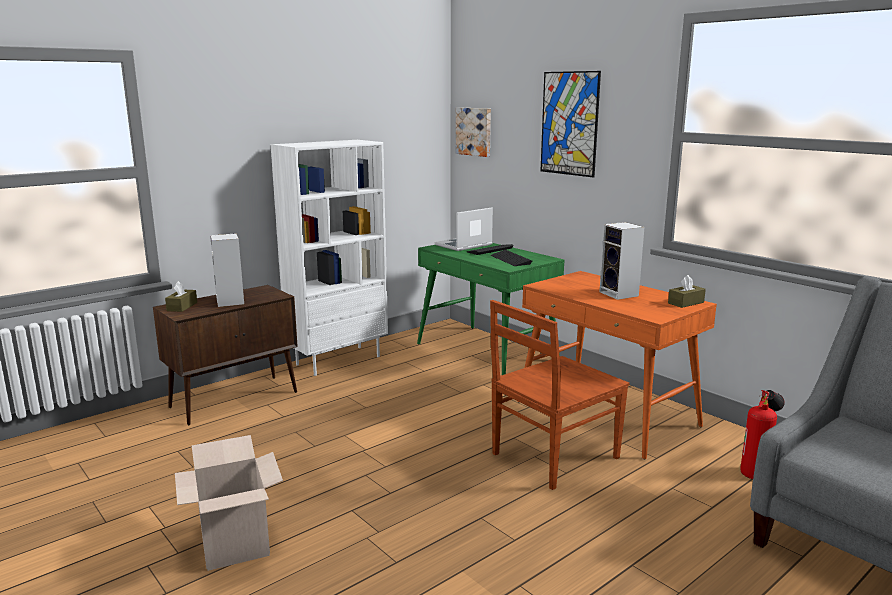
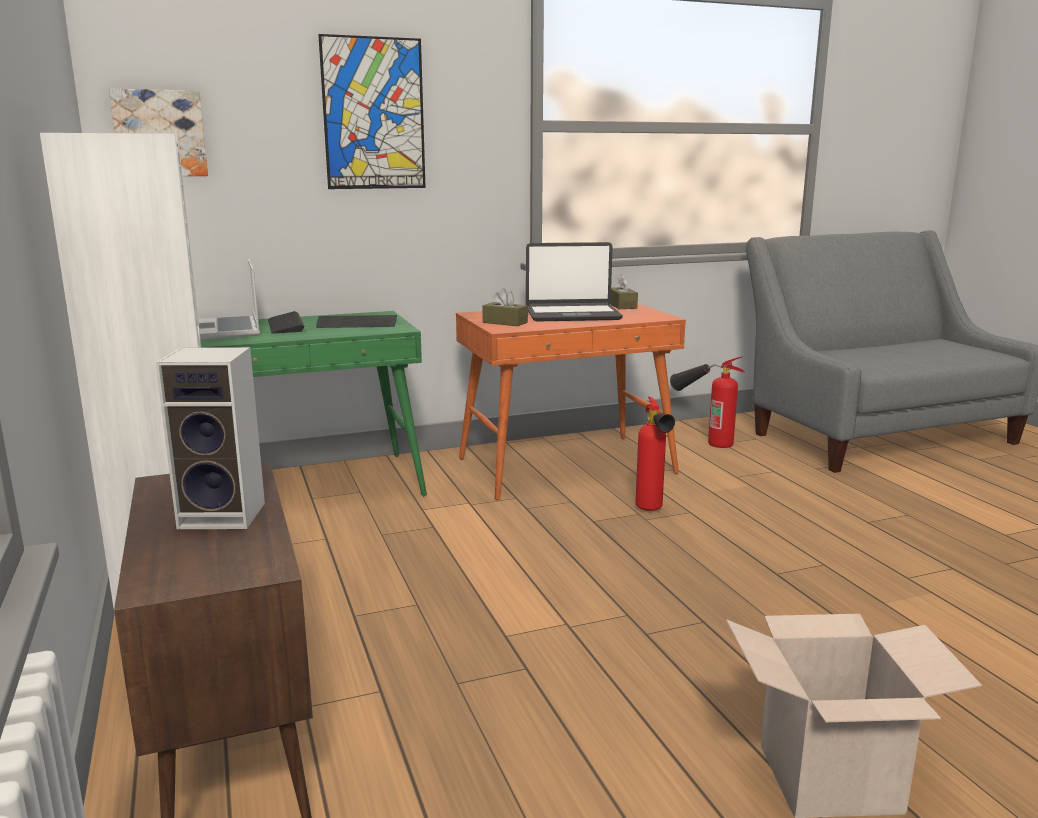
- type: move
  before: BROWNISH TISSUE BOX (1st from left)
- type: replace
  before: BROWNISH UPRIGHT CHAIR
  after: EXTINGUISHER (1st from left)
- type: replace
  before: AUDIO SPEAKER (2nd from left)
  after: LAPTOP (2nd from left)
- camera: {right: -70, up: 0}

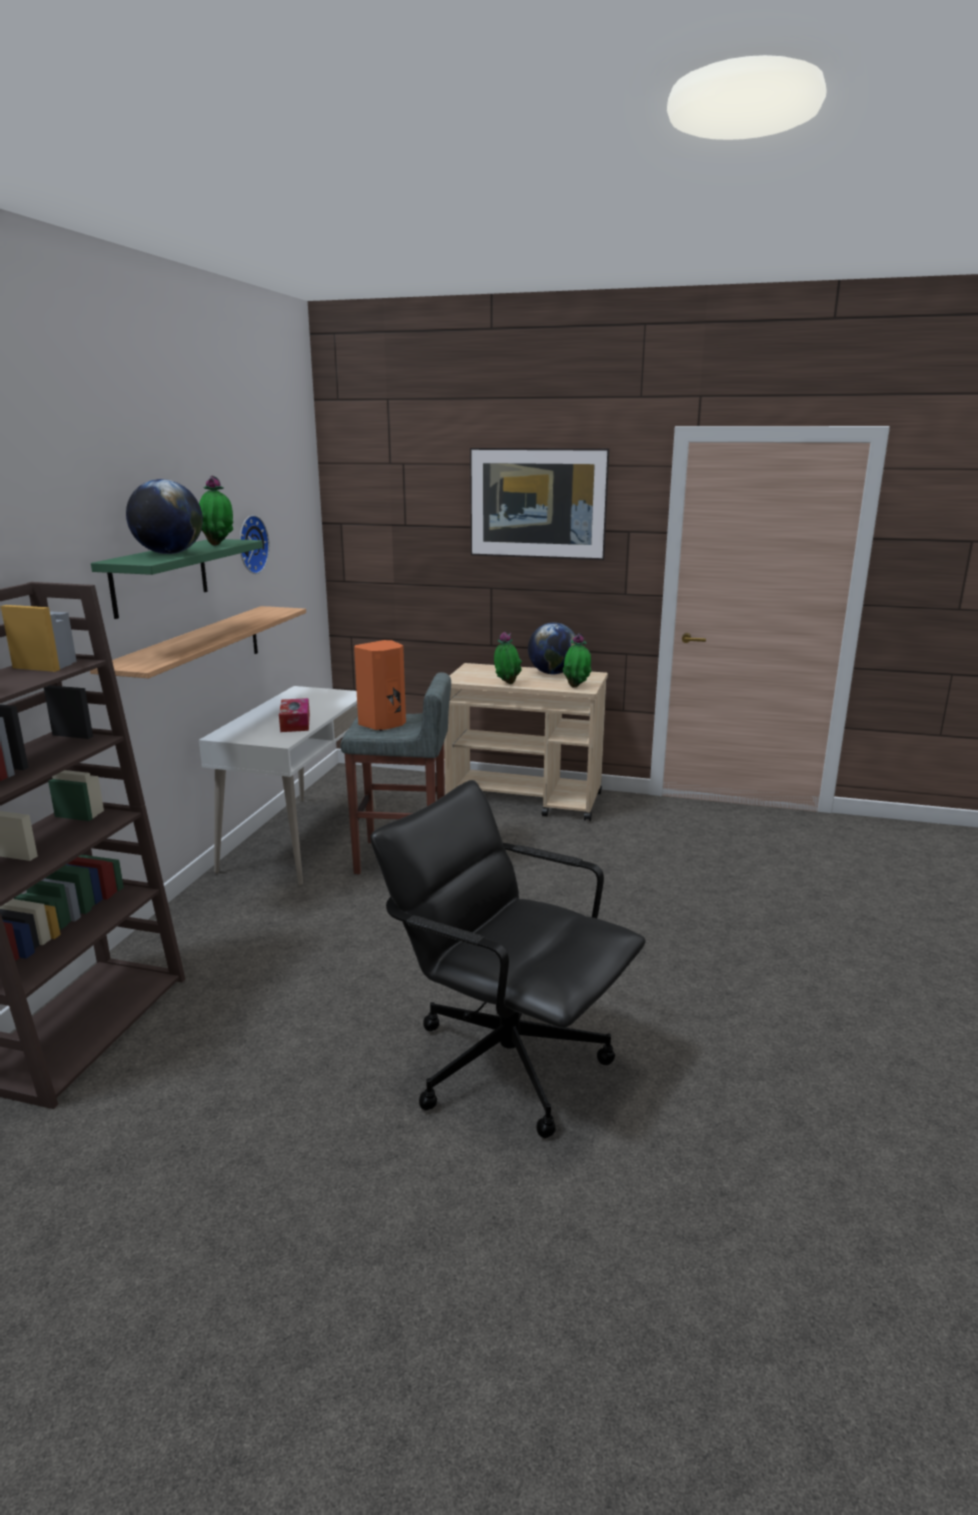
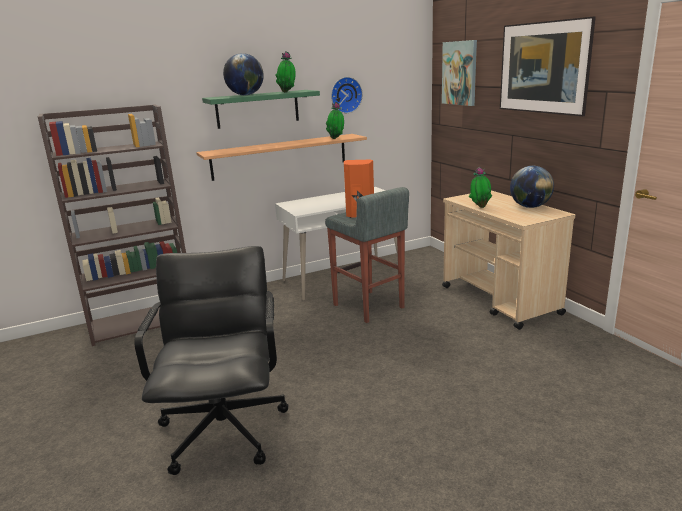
- type: delete
  before: TISSUE BOX
- type: insert
  after: PICTURE (1st from left)
- type: move
  before: HOUSEPLANT (3rd from left in the first image)
  after: HOUSEPLANT (2nd from left)
- camera: {right: 50, up: 0}

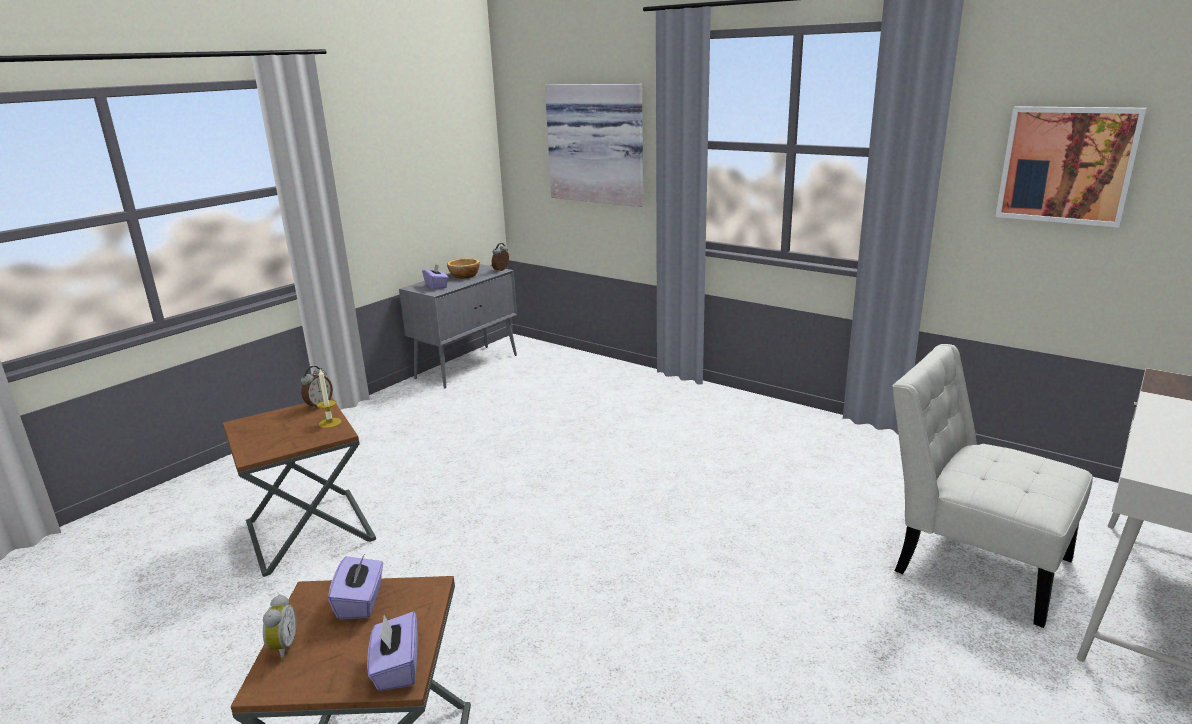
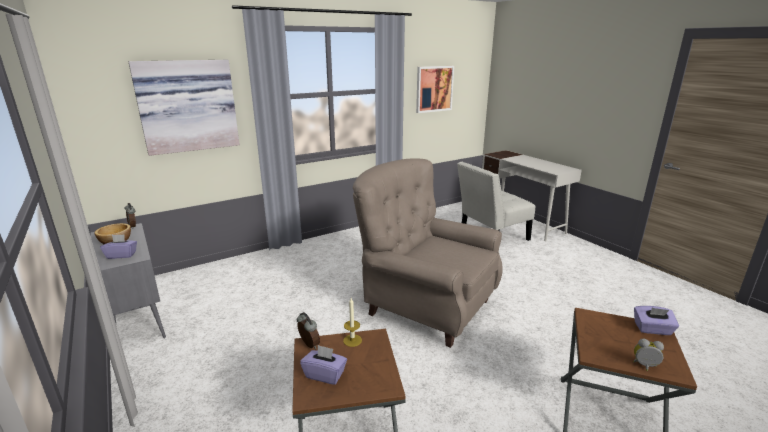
- type: insert
  after: BEIGE-COLOURED EASY CHAIR
- type: move
  before: PURPLE TISSUE BOX (1st from left in the first image)
  after: PURPLE TISSUE BOX (2nd from left)
- camera: {right: -70, up: 0}

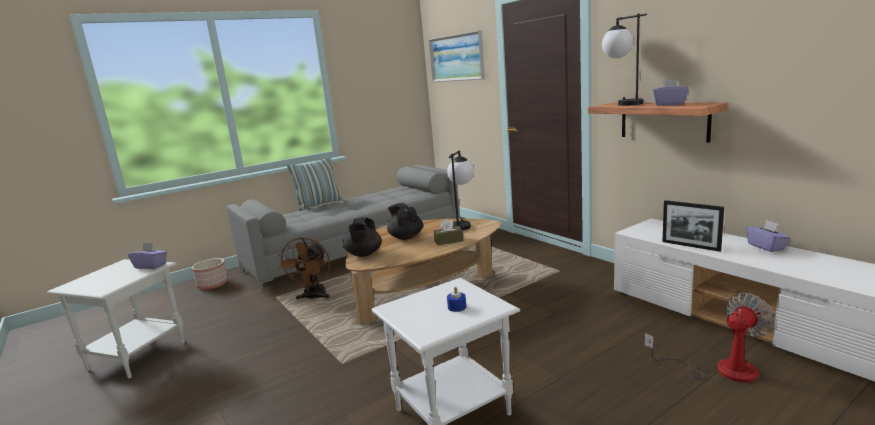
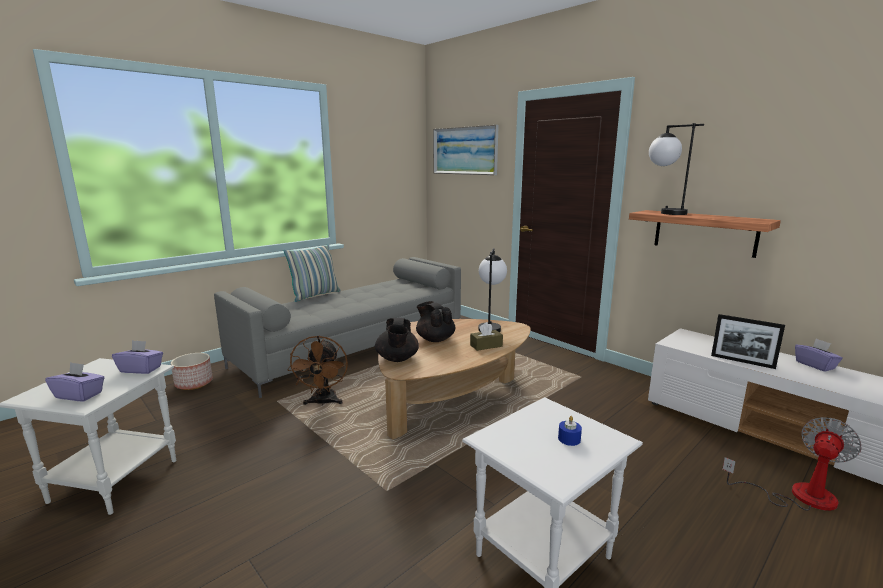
- type: move
  before: PURPLE TISSUE BOX (2nd from left in the first image)
  after: PURPLE TISSUE BOX (1st from left)
- camera: {right: -10, up: 0}

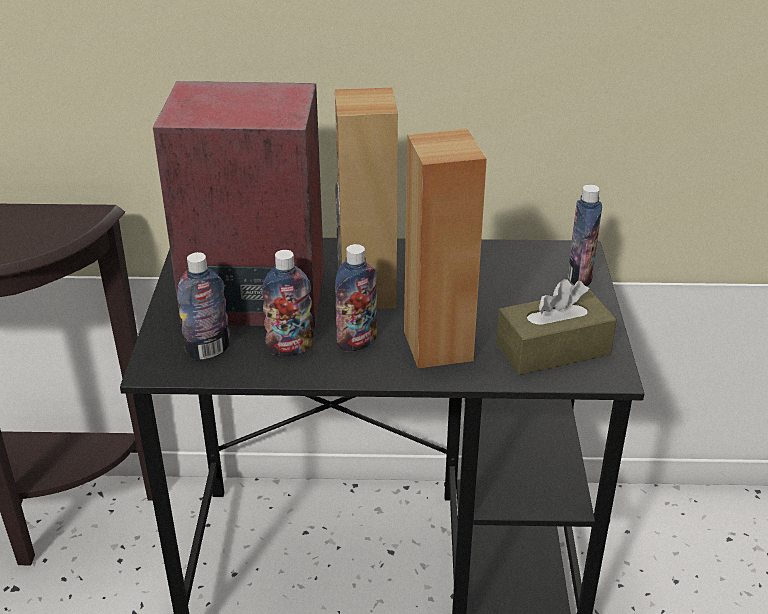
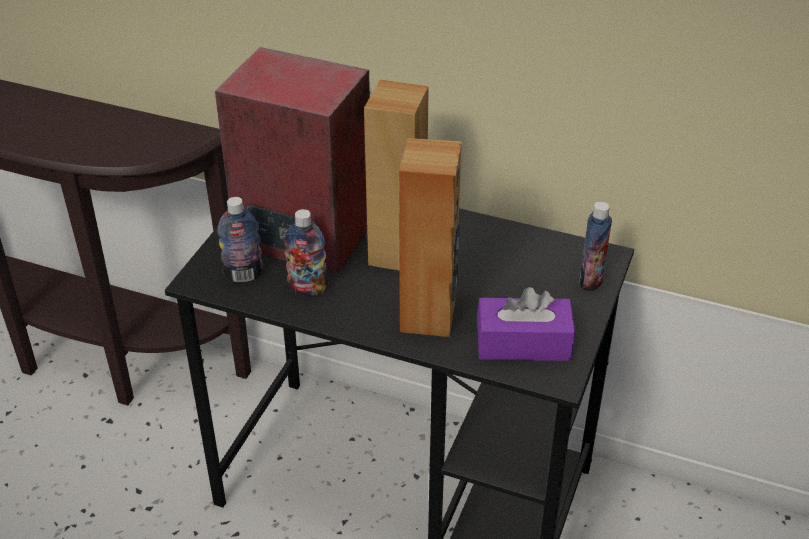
- type: delete
  before: BEVERAGE BOTTLE (3rd from left)
- type: recolor
  before: BROWNISH TISSUE BOX
  after: PURPLE TISSUE BOX
- camera: {right: 20, up: 5}

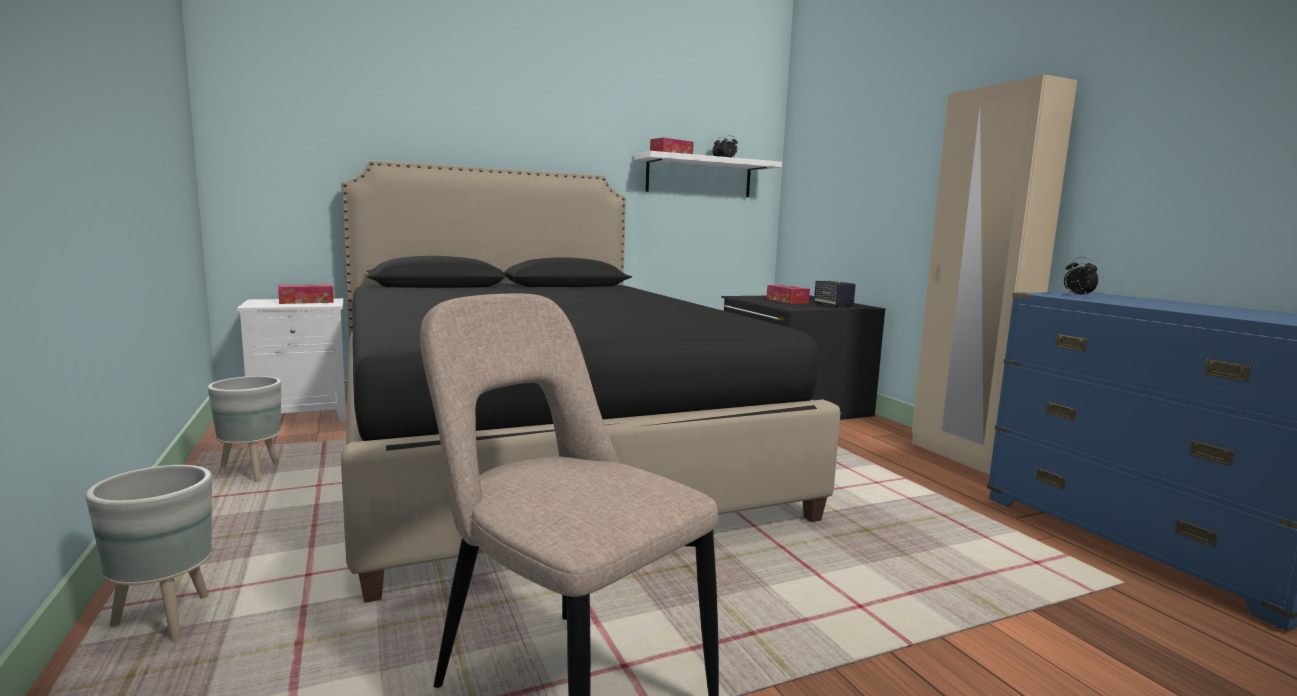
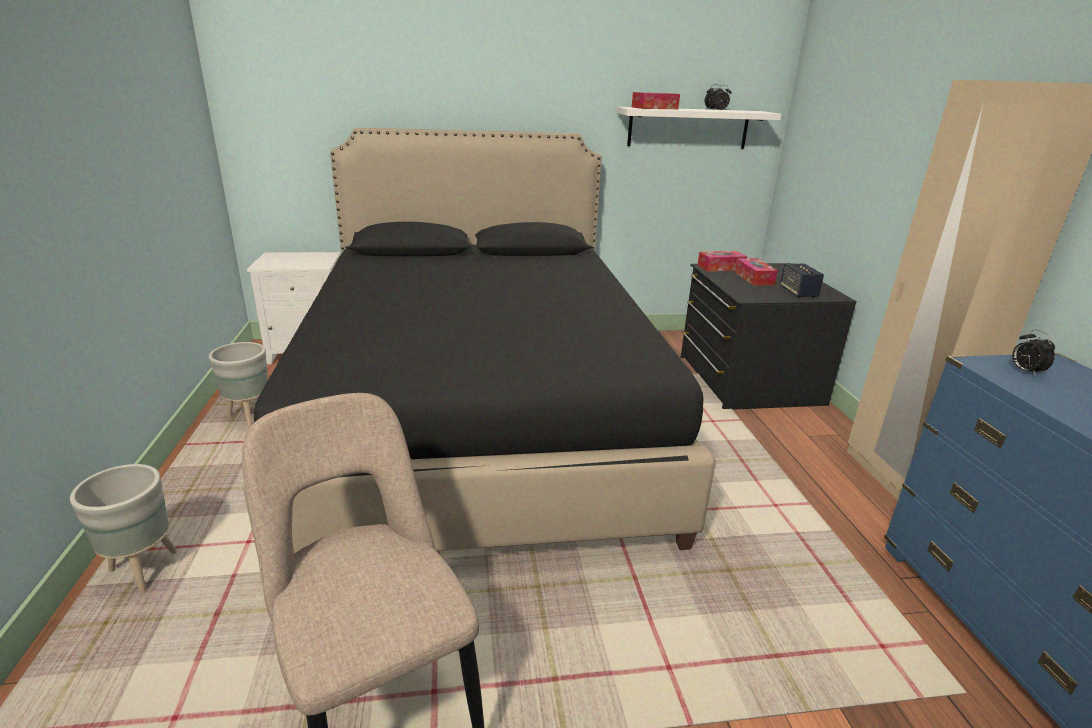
- type: move
  before: TISSUE BOX (1st from left in the first image)
  after: TISSUE BOX (2nd from left)
- camera: {right: 15, up: 15}

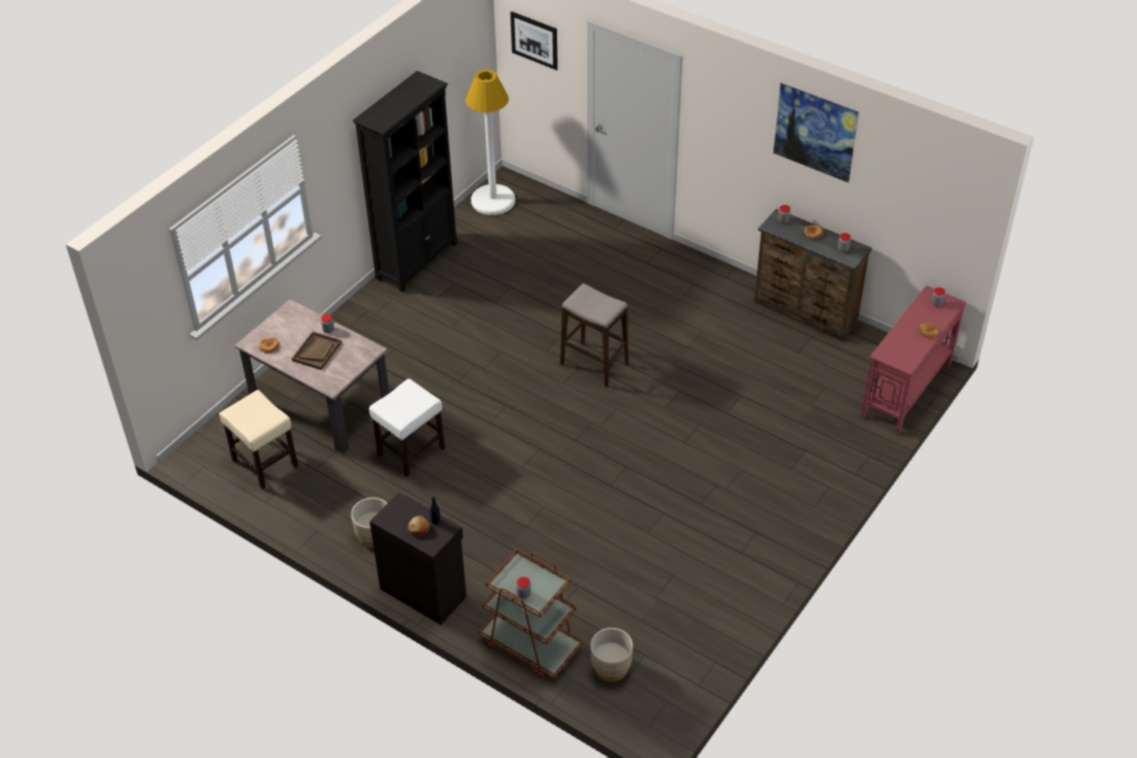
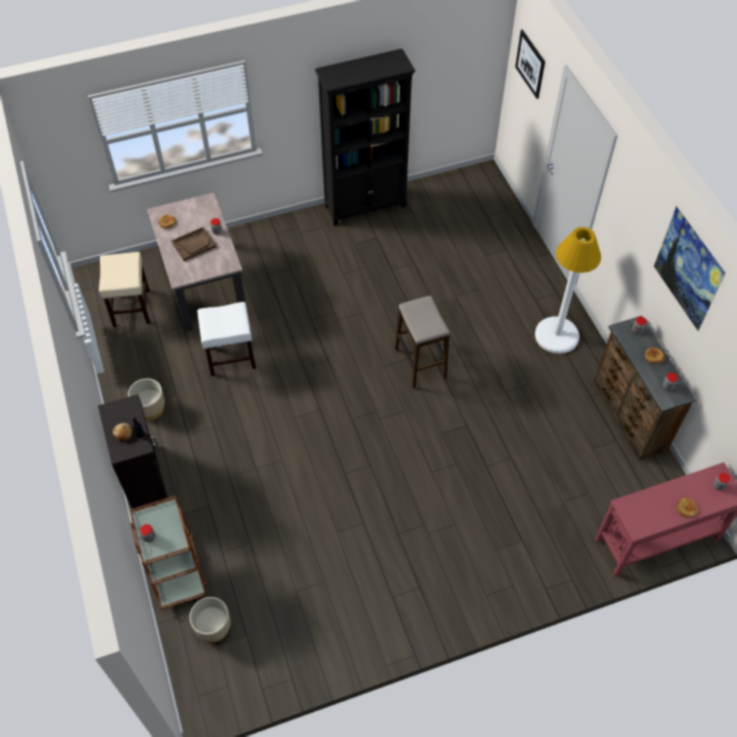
- type: move
  before: WHITE-COLOURED STANDING LAMP
- camera: {right: 35, up: 10}

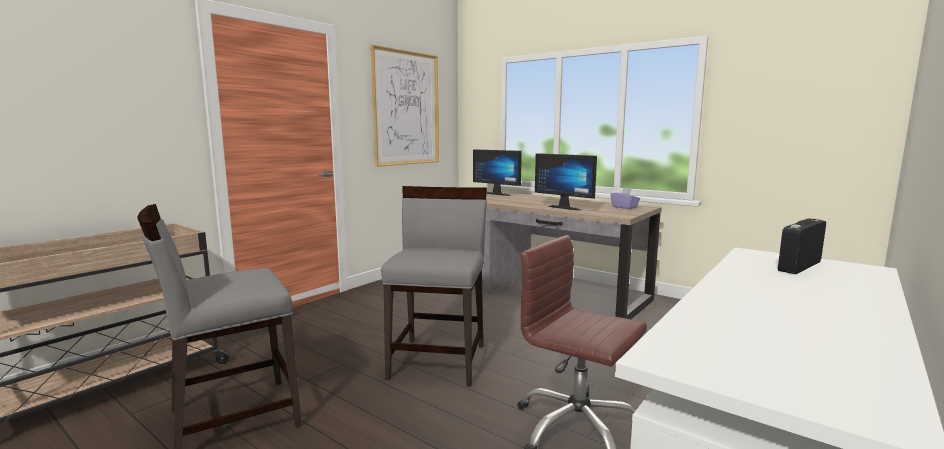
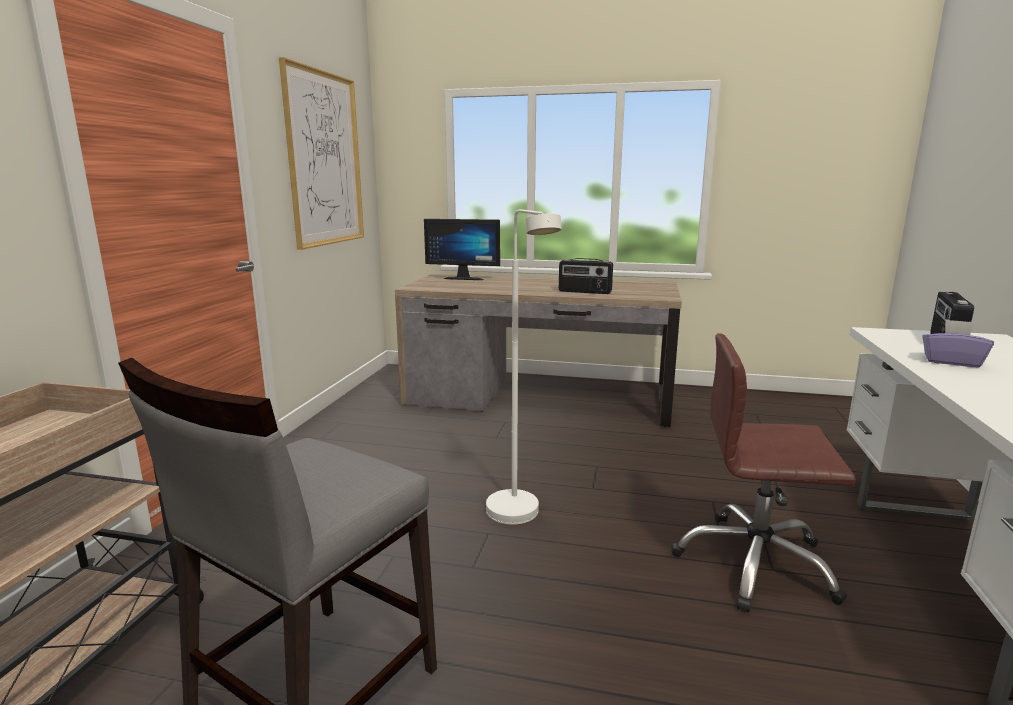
- type: move
  before: PURPLE TISSUE BOX
- type: replace
  before: GRAY UPRIGHT CHAIR (2nd from left)
  after: WHITE-COLOURED STANDING LAMP
- type: replace
  before: COMPUTER DISPLAY (2nd from left)
  after: RADIO (1st from left)
- camera: {right: -25, up: 5}

